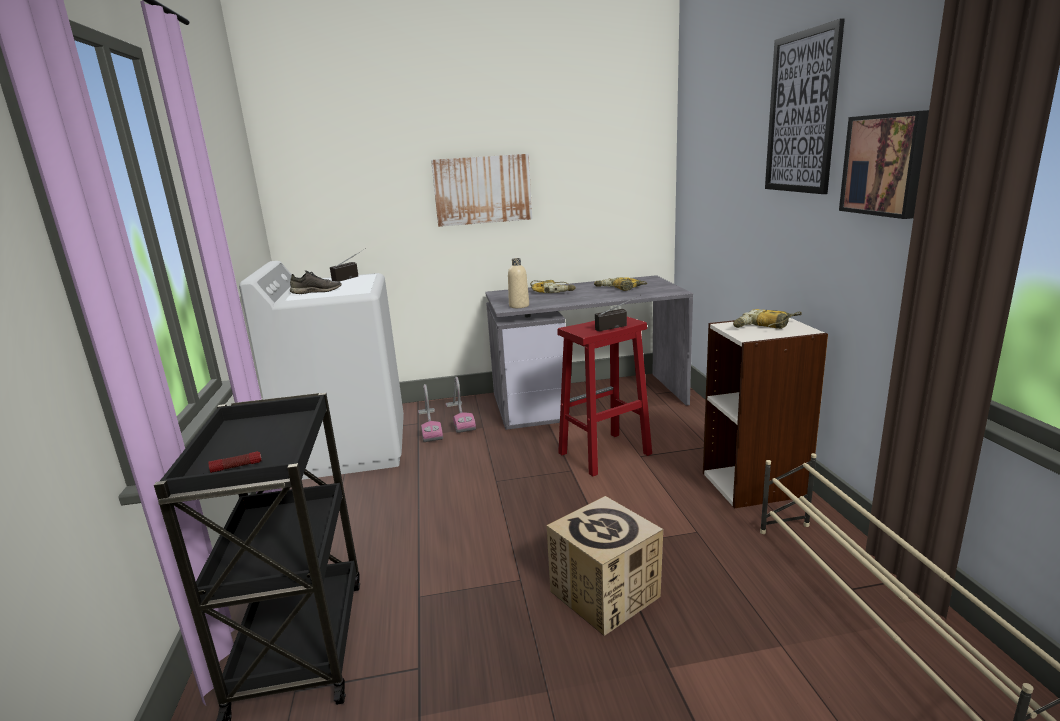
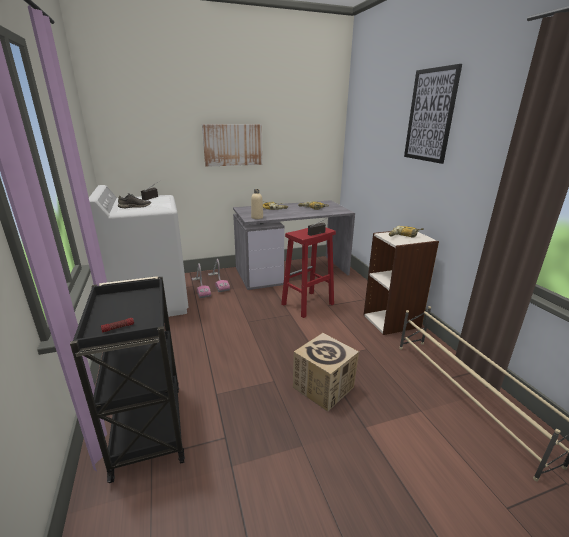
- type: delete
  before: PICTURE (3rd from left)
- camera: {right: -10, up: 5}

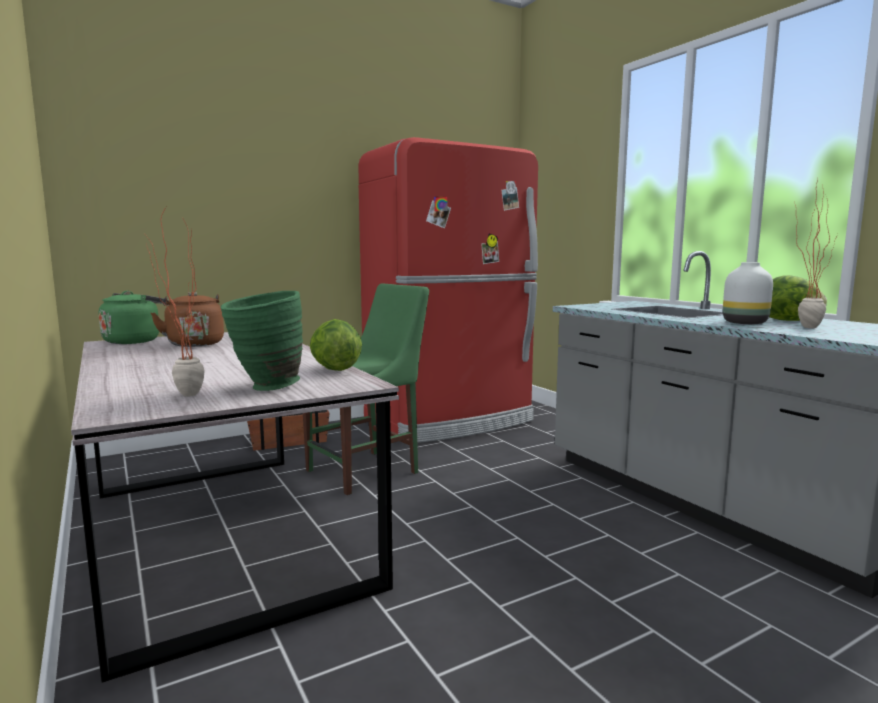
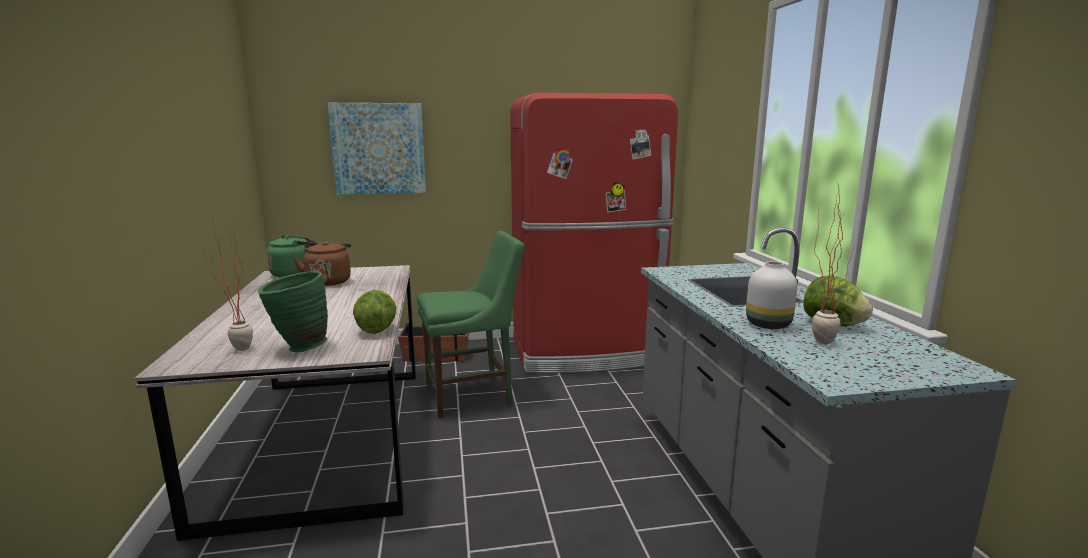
- type: insert
  after: PICTURE
- camera: {right: 20, up: 5}

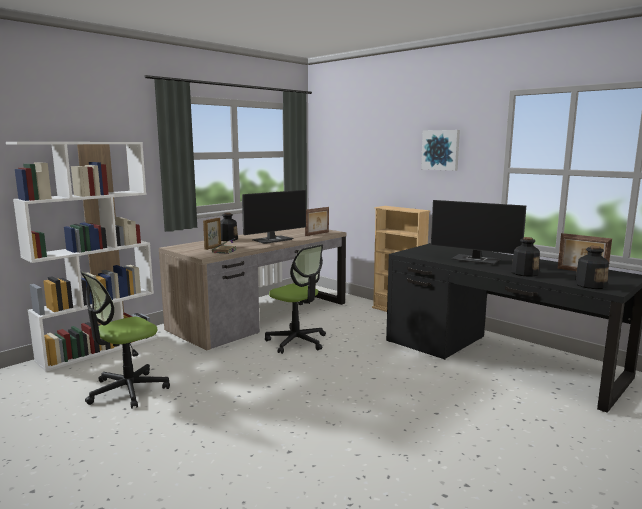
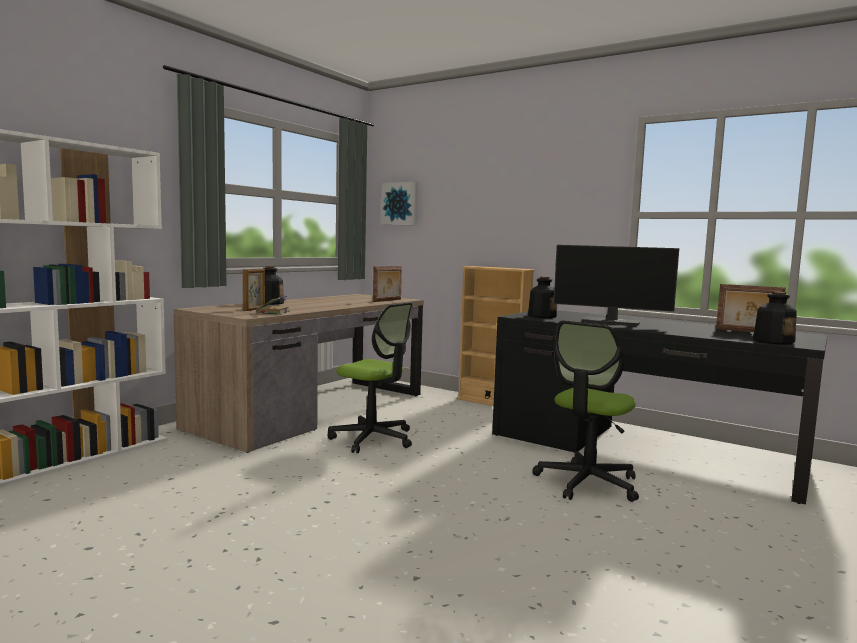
- type: delete
  before: COMPUTER DISPLAY (1st from left)
- type: move
  before: OFFICE CHAIR (1st from left in the first image)
  after: OFFICE CHAIR (2nd from left)
- type: move
  before: PICTURE
- type: move
  before: BEVERAGE BOTTLE (2nd from left)
- camera: {right: -10, up: -5}

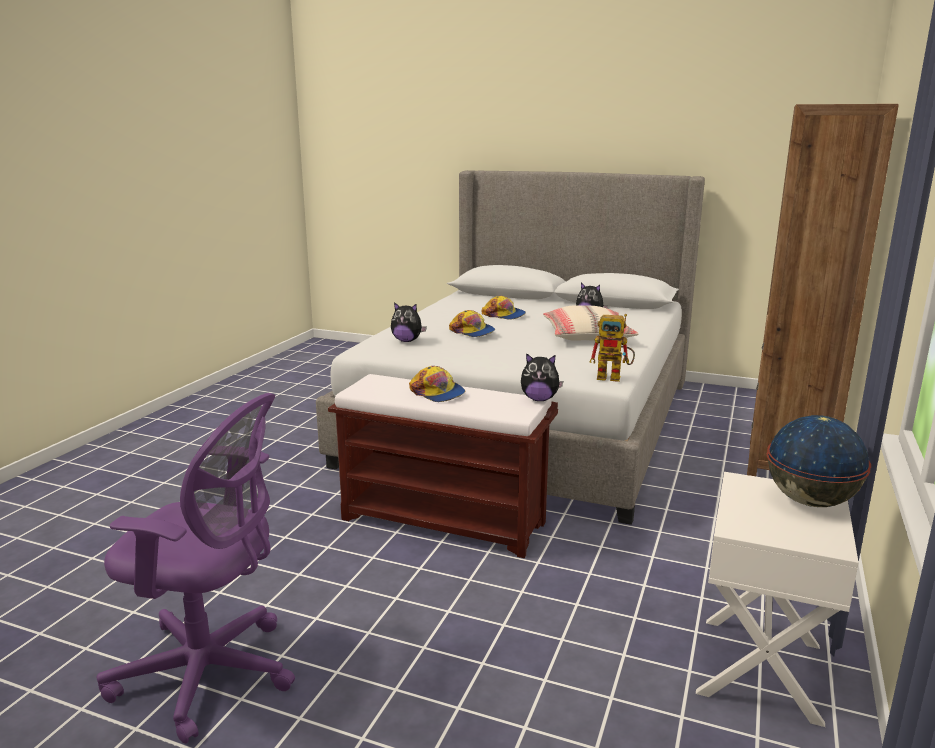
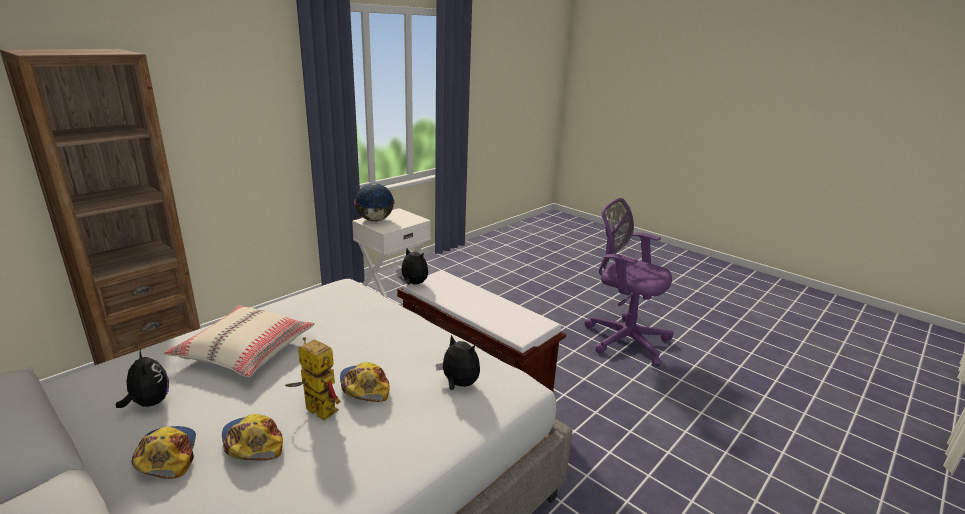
- type: move
  before: CAP (1st from left)
- type: move
  before: ROBOT FIGURE
- camera: {right: -160, up: 5}

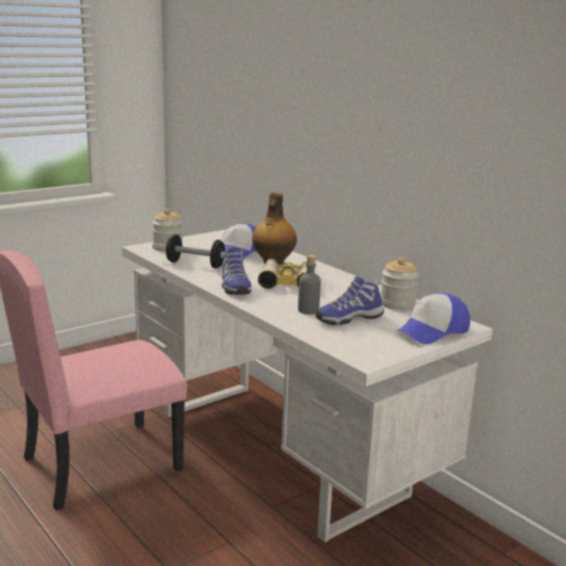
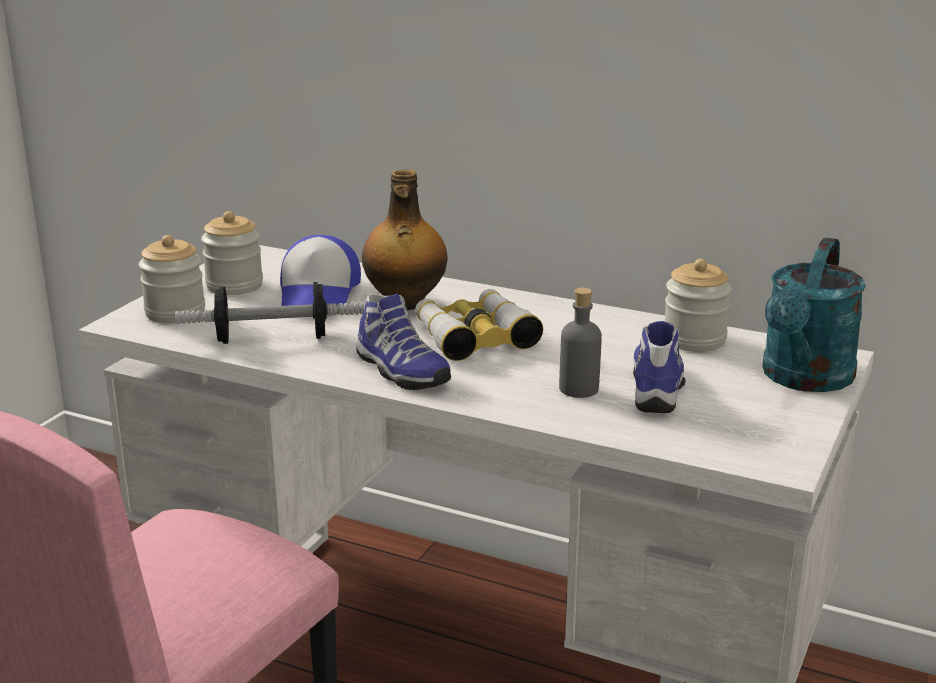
- type: insert
  after: STORAGE JAR (2nd from left)
- type: replace
  before: CAP (2nd from left)
  after: TURQUOISE SPRINKLING CAN
- type: rotate
  before: SHOE (2nd from left)
  turn: 150
- camera: {right: -25, up: 5}

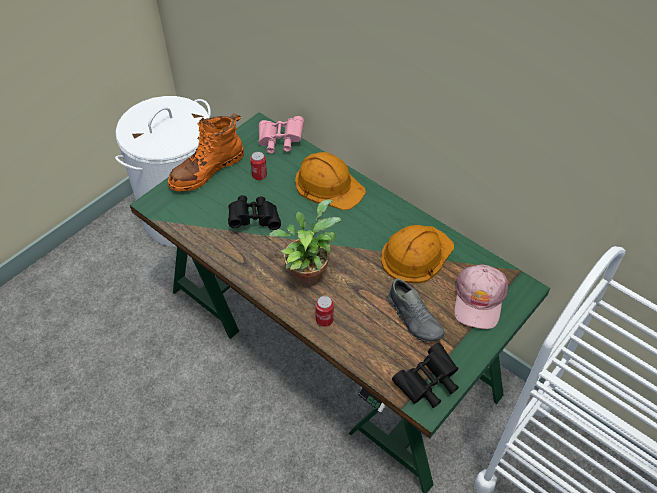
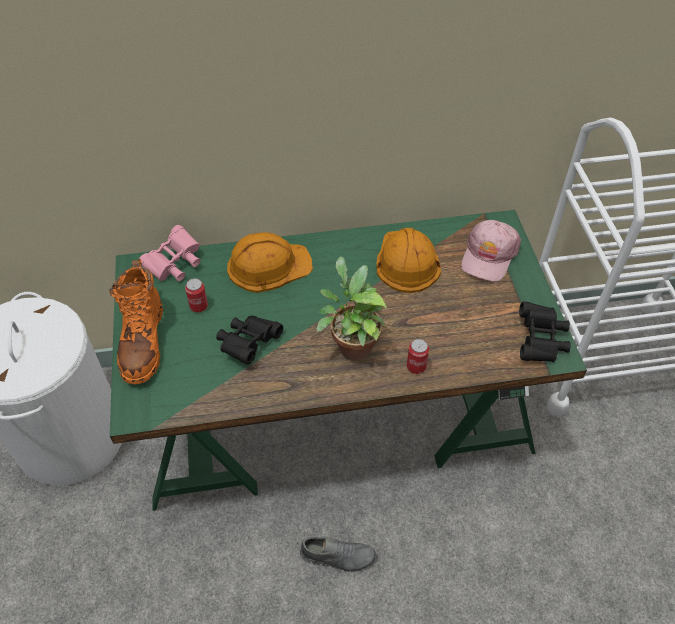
- type: move
  before: GRAY SHOE
- type: rotate
  before: PINKISH CAP
  turn: 60
- camera: {right: -50, up: 0}

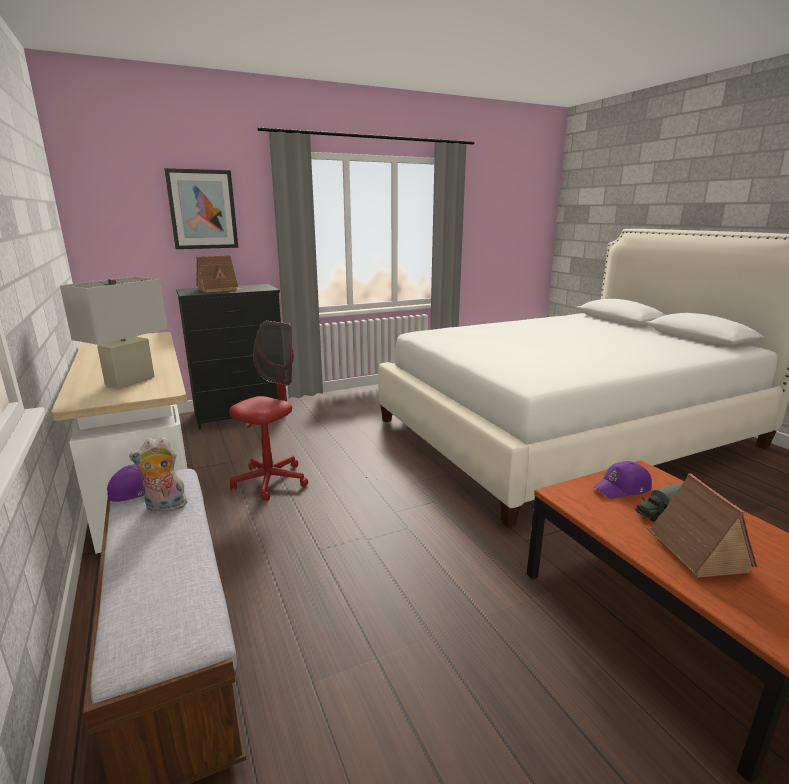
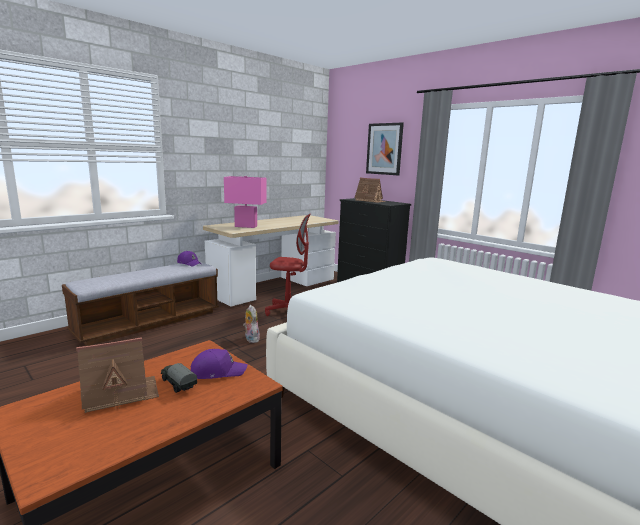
- type: move
  before: SOFT TOY
- type: recolor
  before: WHITE-COLOURED TABLE LAMP
  after: PINKISH TABLE LAMP
- type: rotate
  before: PURPLE CAP (2nd from left)
  turn: 120
- camera: {right: 70, up: -5}

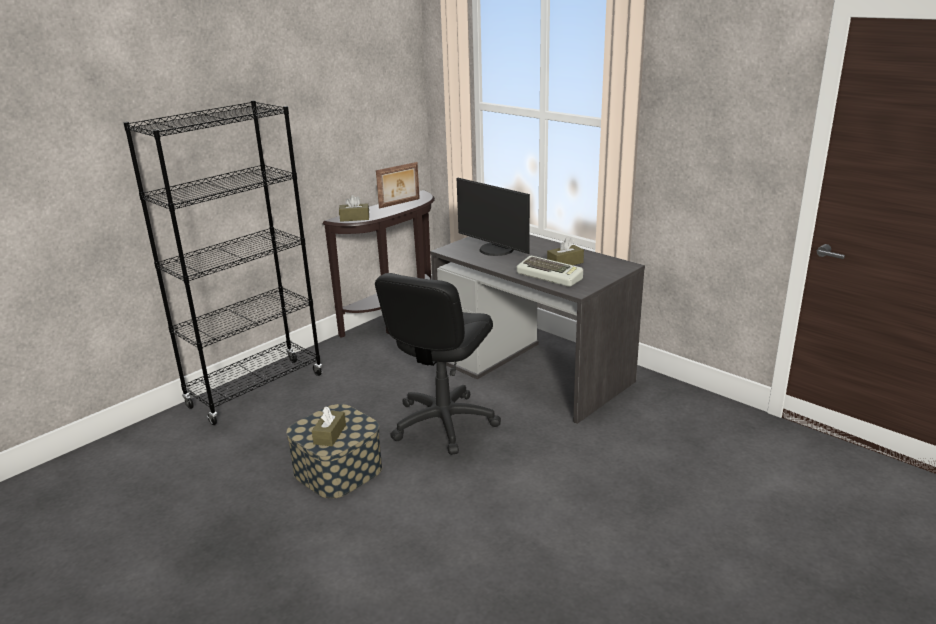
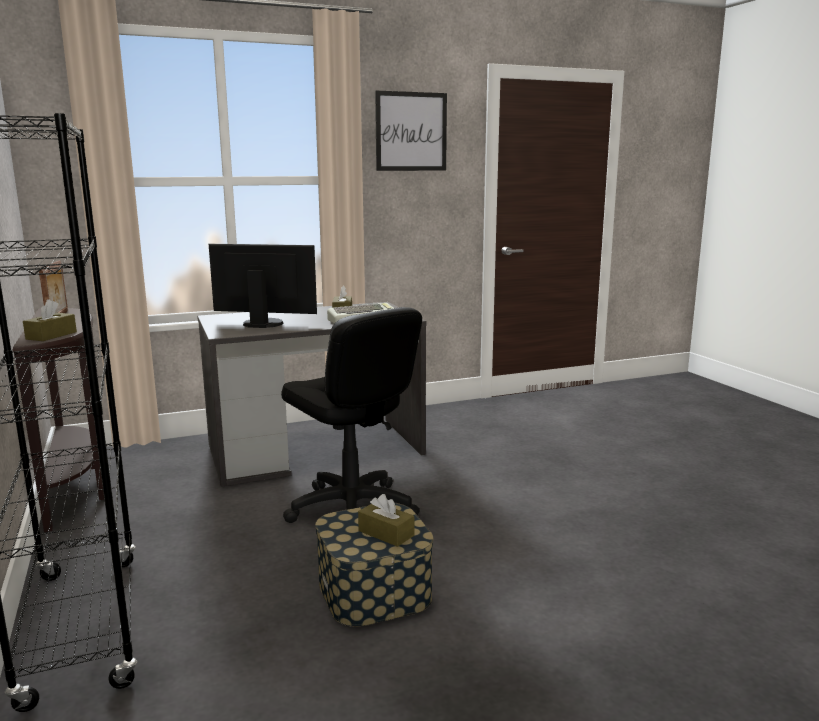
- type: insert
  after: PICTURE
- type: rotate
  before: COMPUTER DISPLAY
  turn: -150
- camera: {right: -65, up: -10}

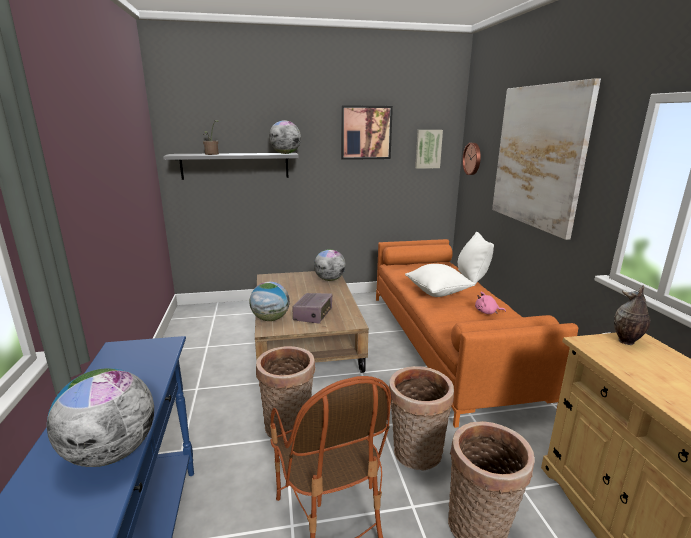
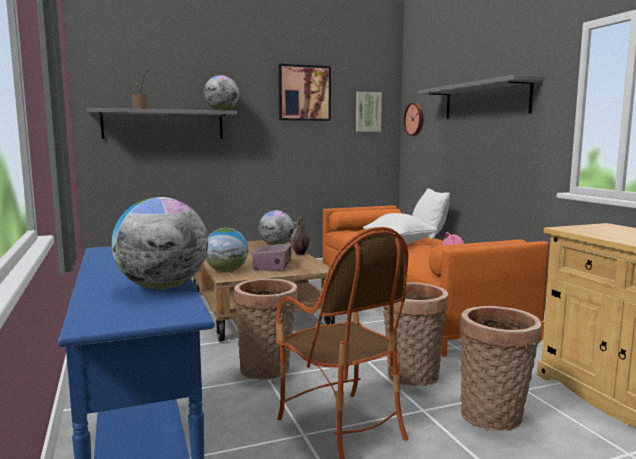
- type: move
  before: FLOWER VASE
- type: replace
  before: PICTURE (3rd from left)
  after: GRAY SHELF (2nd from left)
- camera: {right: -10, up: -10}

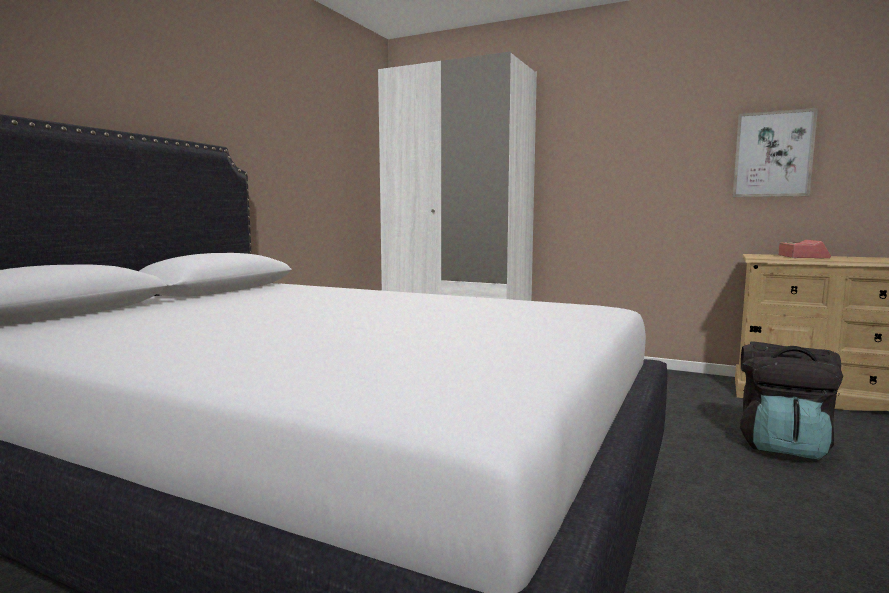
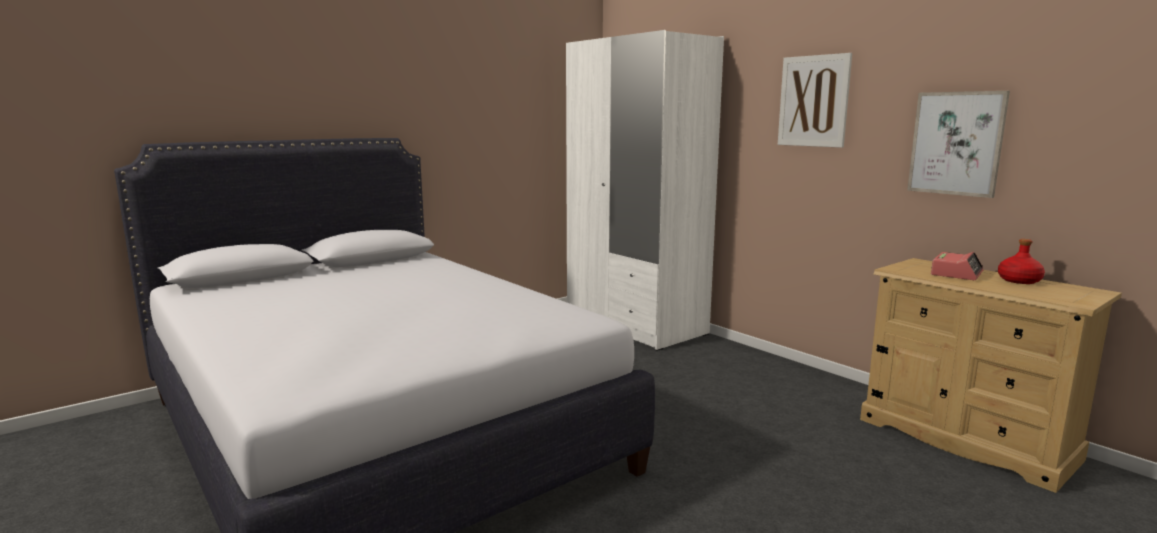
- type: delete
  before: BLACK BACKPACK
- type: insert
  after: PICTURE (1st from left)
- type: insert
  after: RED BEVERAGE BOTTLE
- camera: {right: 25, up: 5}

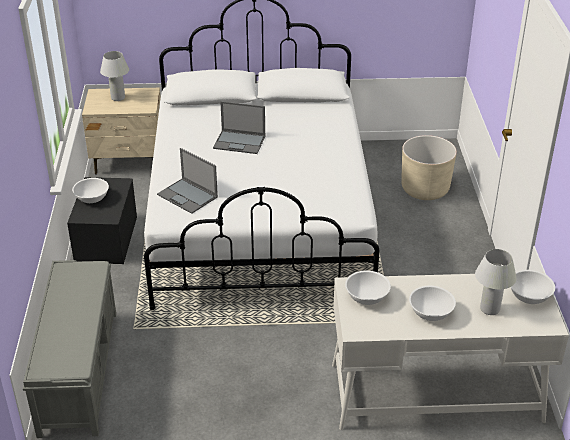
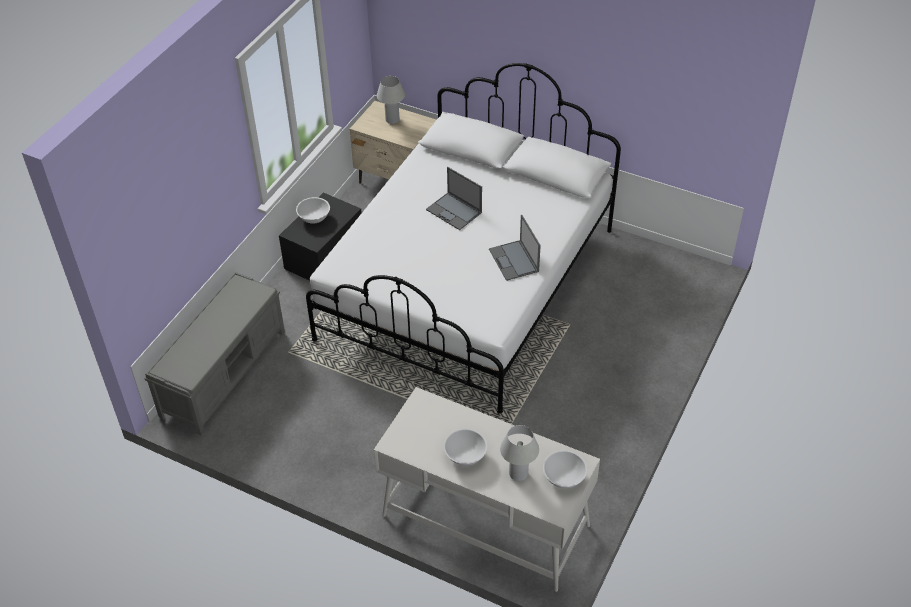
- type: delete
  before: WHITE-COLOURED SERVING BOWL (2nd from left)
- type: delete
  before: BEIGE-COLOURED PLANTER
- type: move
  before: LAPTOP (1st from left in the first image)
  after: LAPTOP (2nd from left)
- camera: {right: 30, up: 10}

